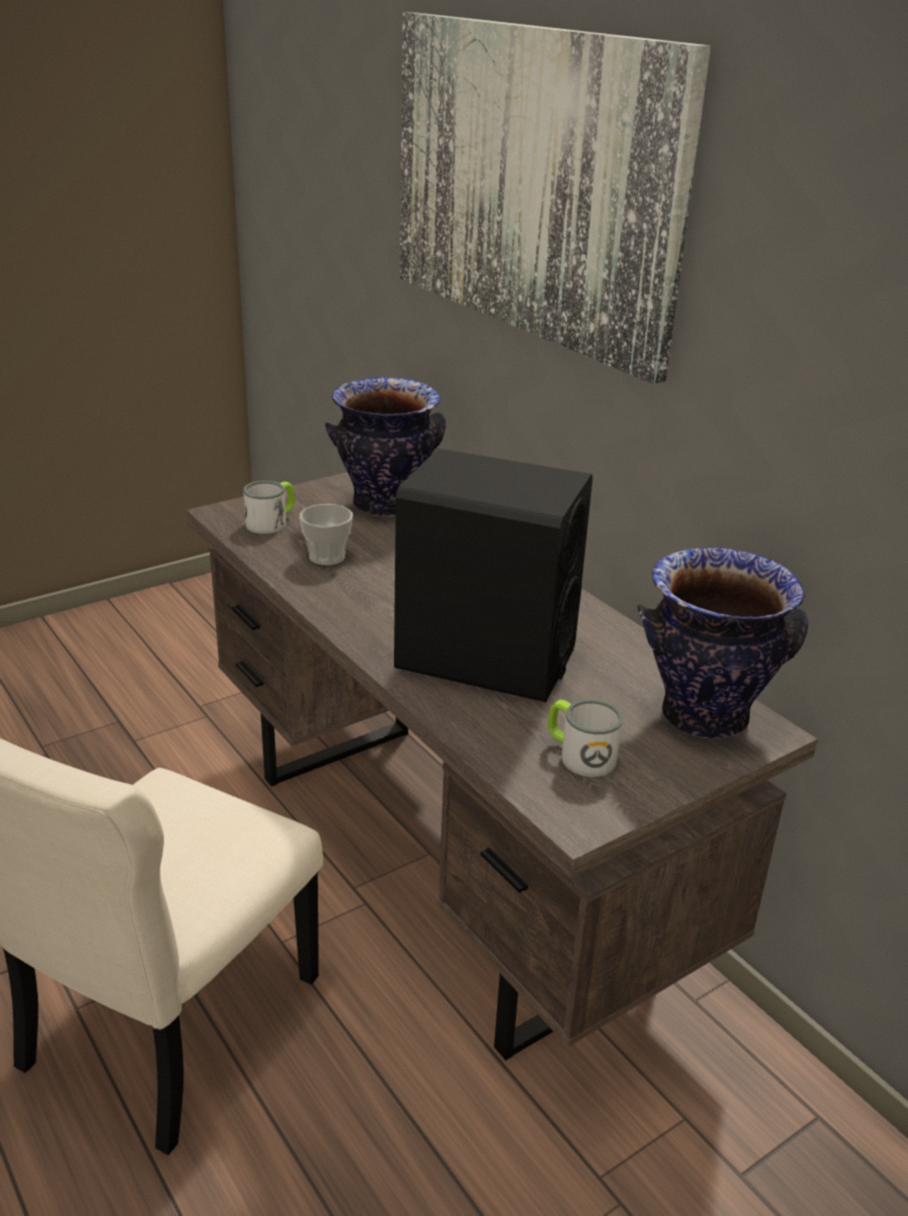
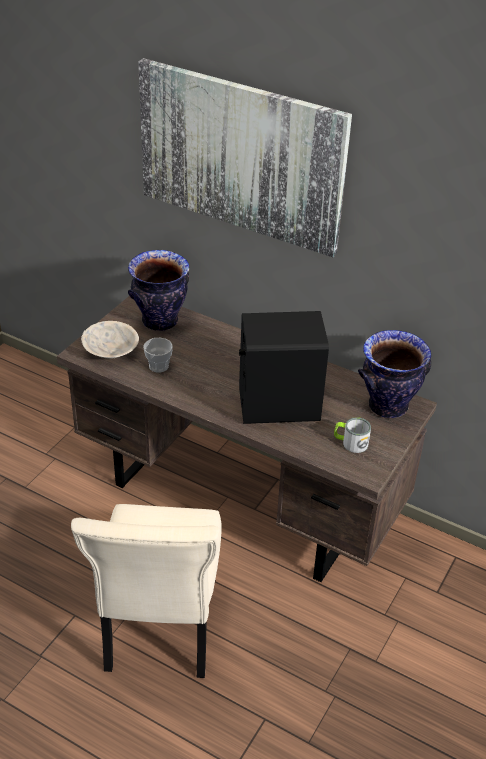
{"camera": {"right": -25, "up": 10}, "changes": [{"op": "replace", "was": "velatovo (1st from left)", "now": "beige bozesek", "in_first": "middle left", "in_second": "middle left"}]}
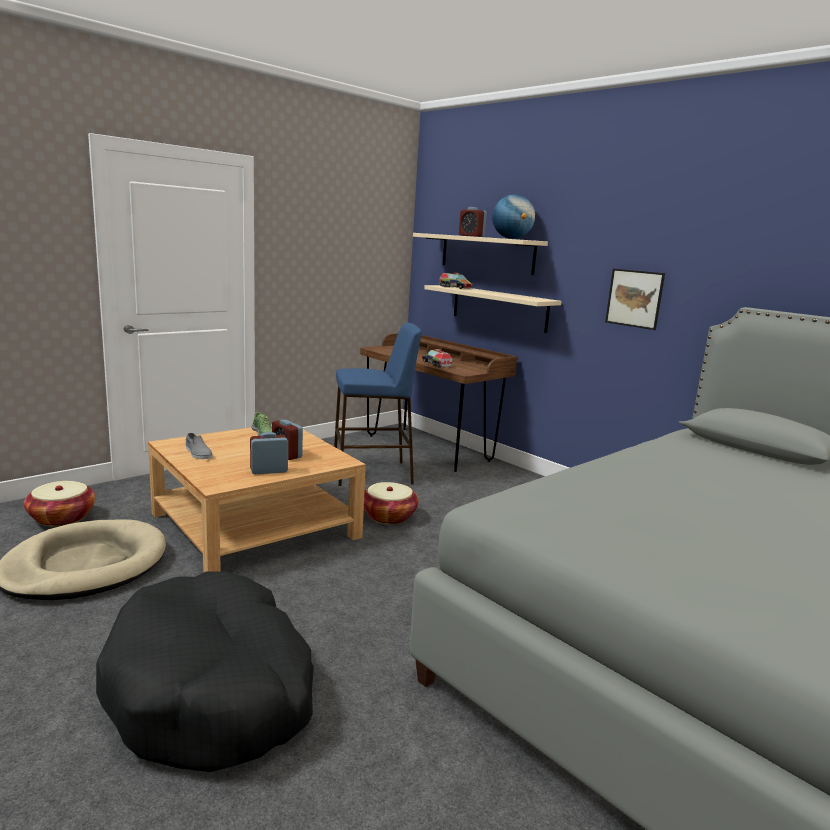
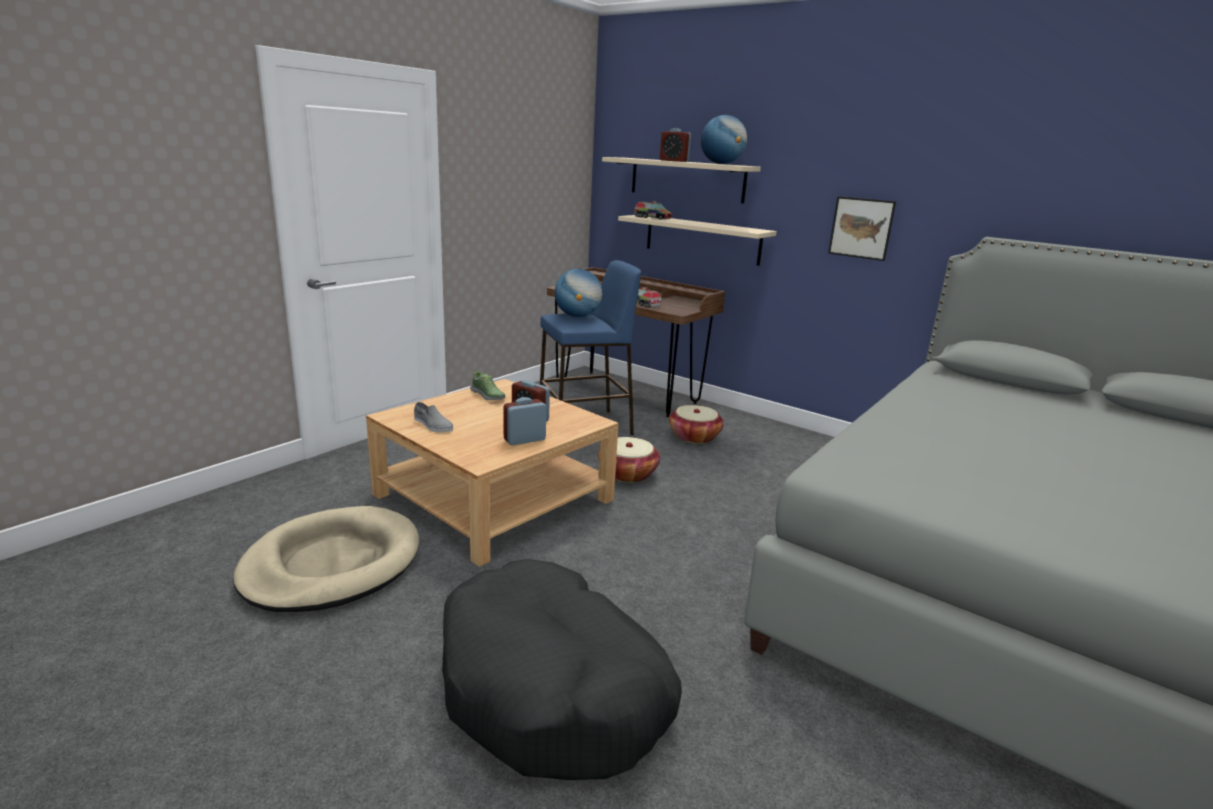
{"camera": {"right": -10, "up": 5}, "changes": [{"op": "move", "was": "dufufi (1st from left in the first image)", "now": "dufufi (2nd from left)", "in_first": "middle left", "in_second": "centre"}, {"op": "insert", "now": "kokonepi (1st from left)", "in_second": "centre"}]}
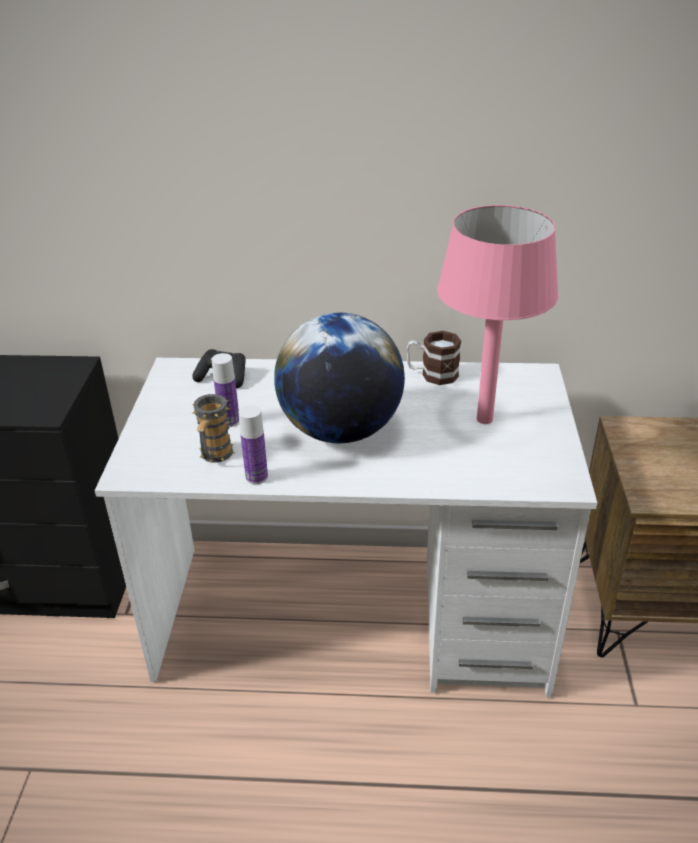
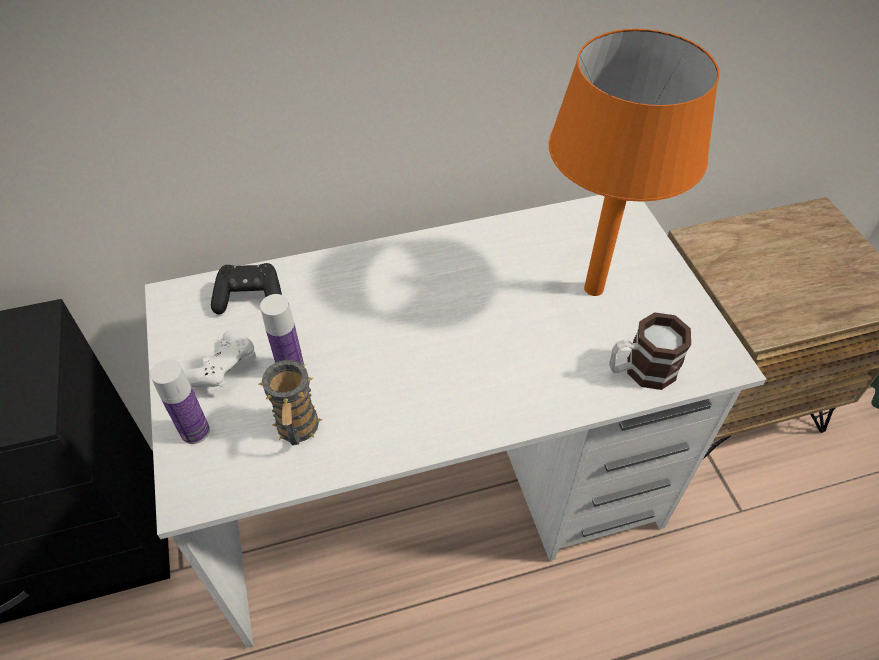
{"camera": {"right": -20, "up": 15}, "changes": [{"op": "recolor", "was": "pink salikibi", "now": "orange salikibi", "in_first": "middle right", "in_second": "top right"}, {"op": "delete", "was": "kokonepi", "in_first": "centre"}, {"op": "move", "was": "velatovo (2nd from left)", "in_first": "centre", "in_second": "middle right"}, {"op": "move", "was": "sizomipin (2nd from left in the first image)", "now": "sizomipin (1st from left)", "in_first": "centre", "in_second": "middle left"}, {"op": "insert", "now": "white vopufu", "in_second": "middle left"}]}
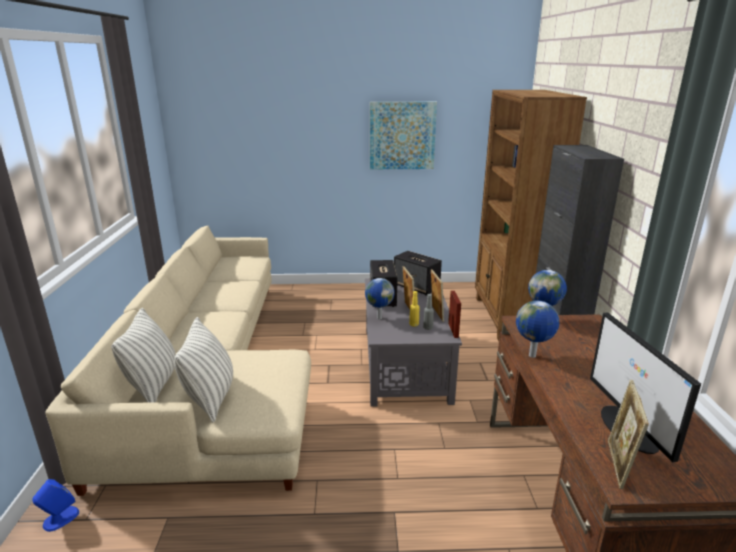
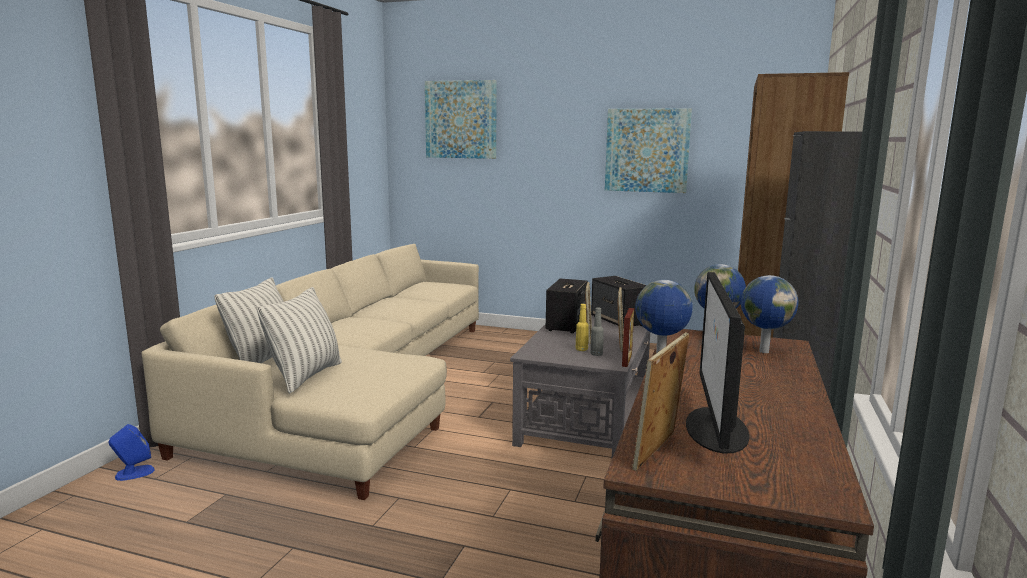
{"camera": {"right": 20, "up": -10}, "changes": [{"op": "move", "was": "kokonepi (1st from left in the first image)", "now": "kokonepi (3rd from left)", "in_first": "centre", "in_second": "middle right"}, {"op": "insert", "now": "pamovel (1st from left)", "in_second": "top centre"}]}
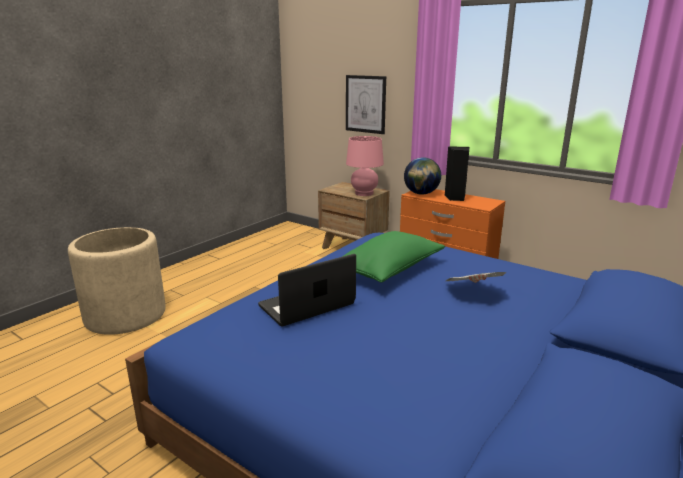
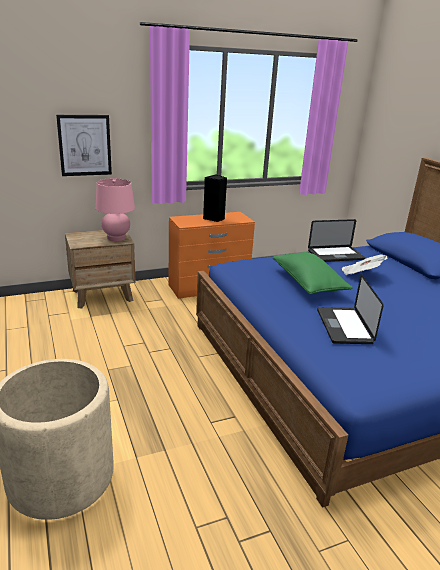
{"camera": {"right": -60, "up": 5}, "changes": [{"op": "delete", "was": "kokonepi", "in_first": "centre"}, {"op": "insert", "now": "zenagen (1st from left)", "in_second": "middle right"}]}
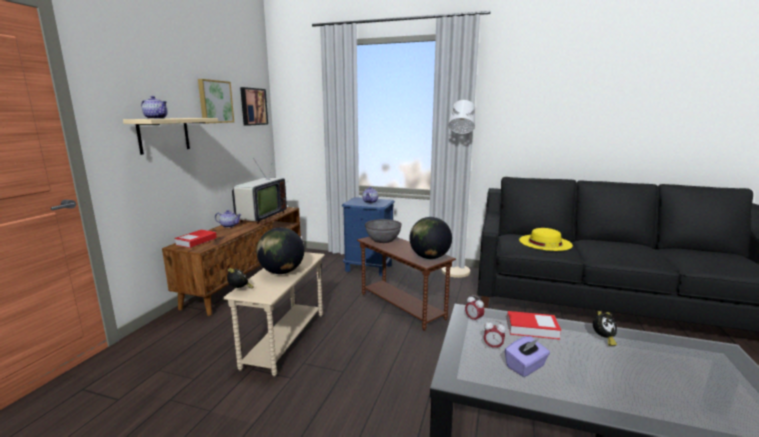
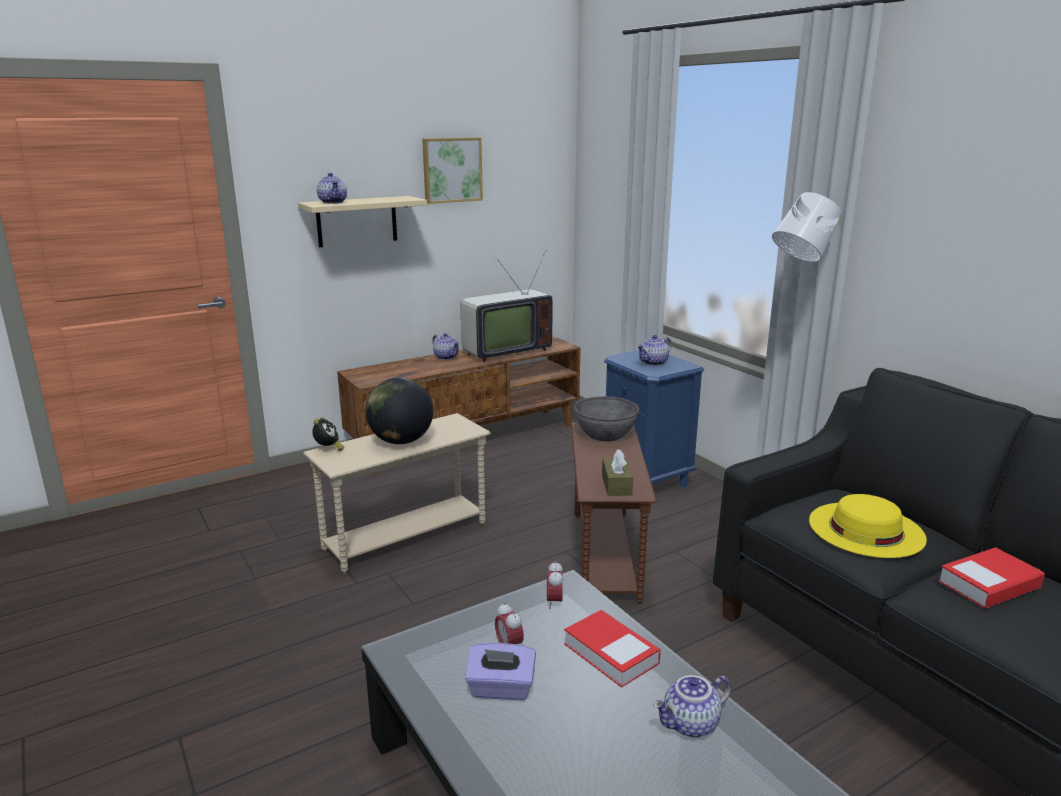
{"camera": {"right": 40, "up": 5}, "changes": [{"op": "delete", "was": "pamovel (2nd from left)", "in_first": "top centre"}, {"op": "replace", "was": "kokonepi (2nd from left)", "now": "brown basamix", "in_first": "centre", "in_second": "centre"}, {"op": "move", "was": "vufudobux (1st from left in the first image)", "now": "vufudobux (2nd from left)", "in_first": "middle left", "in_second": "bottom right"}, {"op": "replace", "was": "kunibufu (4th from left)", "now": "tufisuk (4th from left)", "in_first": "bottom right", "in_second": "bottom centre"}]}
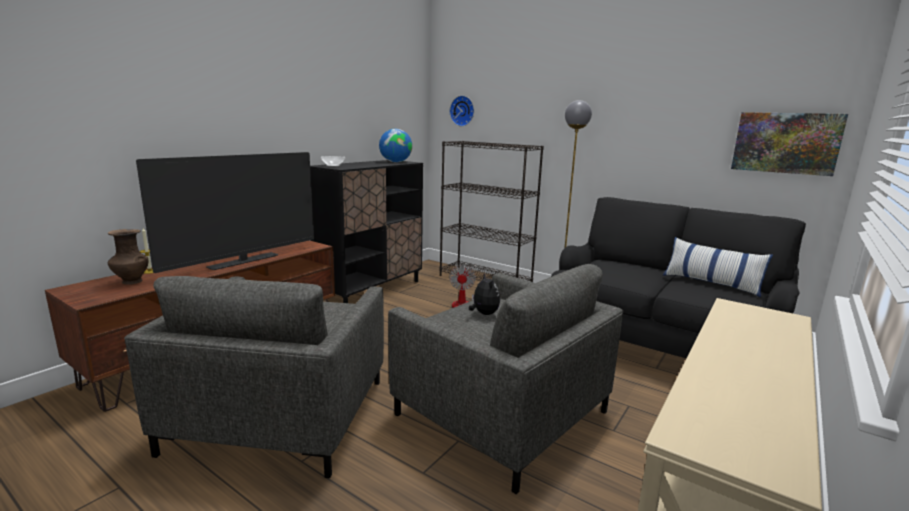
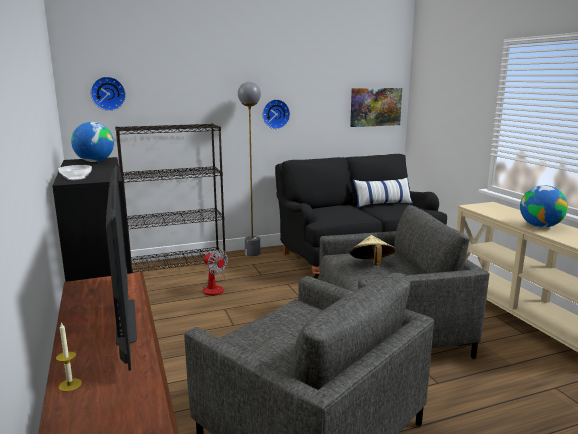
{"camera": {"right": -55, "up": 0}, "changes": [{"op": "delete", "was": "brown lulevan", "in_first": "middle left"}, {"op": "replace", "was": "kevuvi", "now": "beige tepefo", "in_first": "centre", "in_second": "centre"}, {"op": "insert", "now": "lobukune (2nd from left)", "in_second": "top centre"}, {"op": "insert", "now": "kokonepi (2nd from left)", "in_second": "middle right"}]}
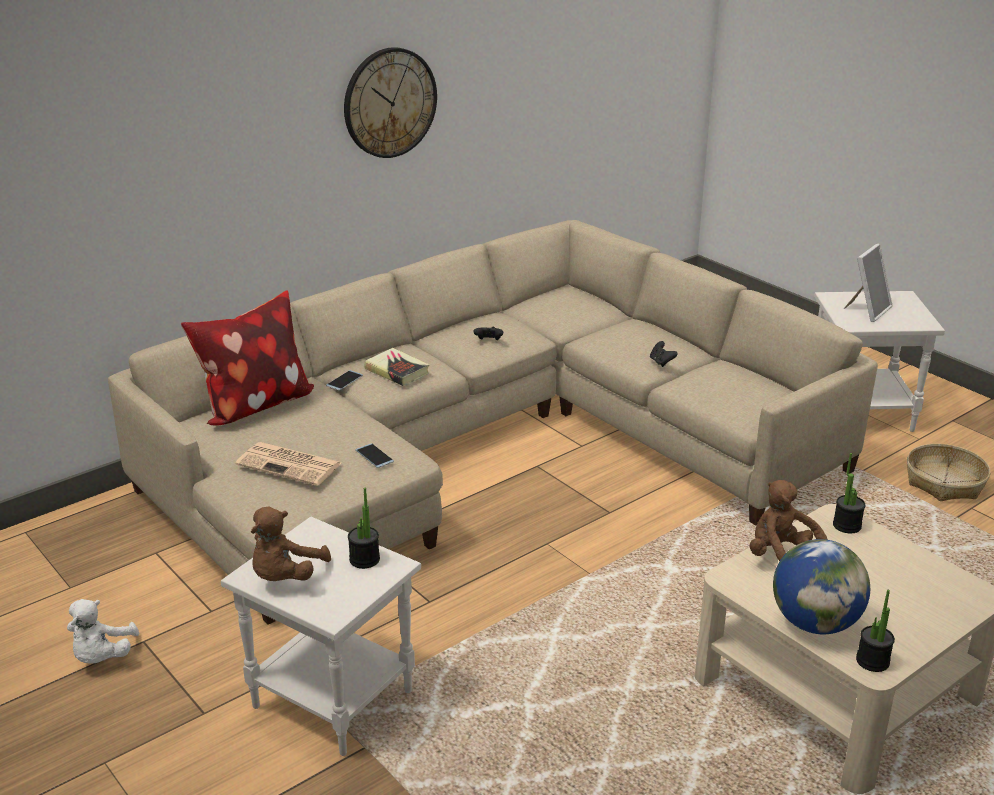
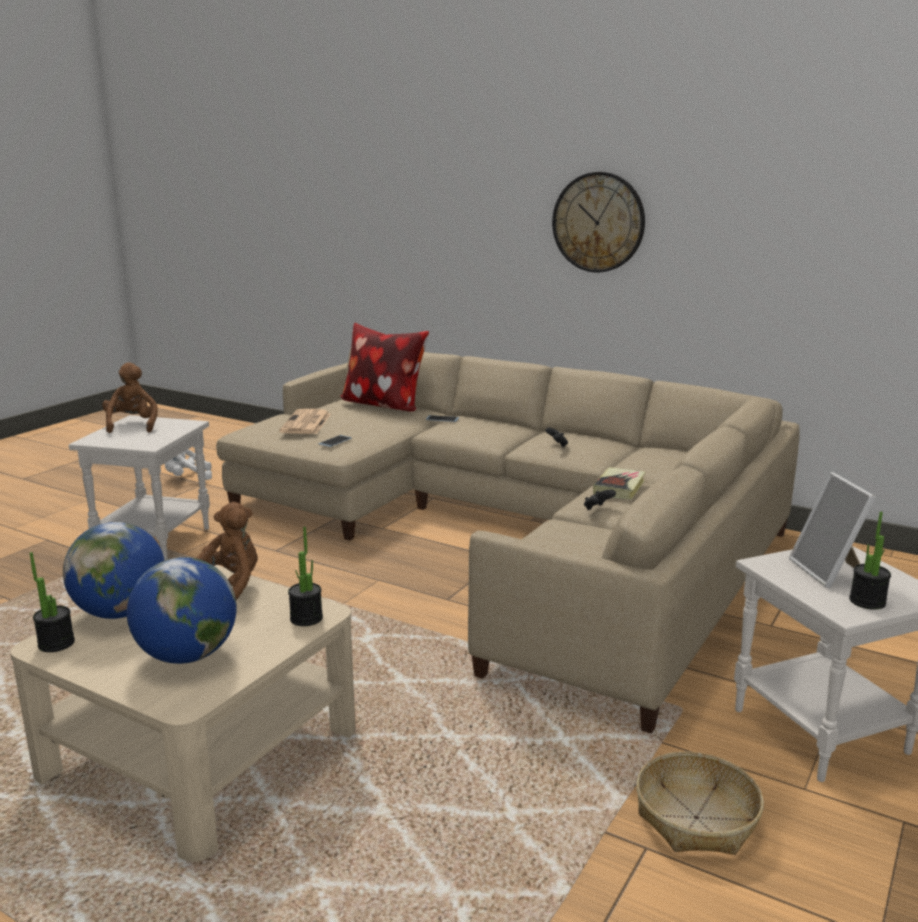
{"camera": {"right": 70, "up": -10}, "changes": [{"op": "rotate", "was": "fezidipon", "in_first": "middle right", "in_second": "middle right", "clockwise": 60}, {"op": "move", "was": "vufudobux", "in_first": "centre", "in_second": "middle right"}, {"op": "move", "was": "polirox (1st from left in the first image)", "now": "polirox (3rd from left)", "in_first": "centre", "in_second": "middle right"}, {"op": "rotate", "was": "brown kevuvi (1st from left)", "in_first": "bottom left", "in_second": "middle left", "clockwise": 75}, {"op": "insert", "now": "kokonepi (2nd from left)", "in_second": "middle left"}]}
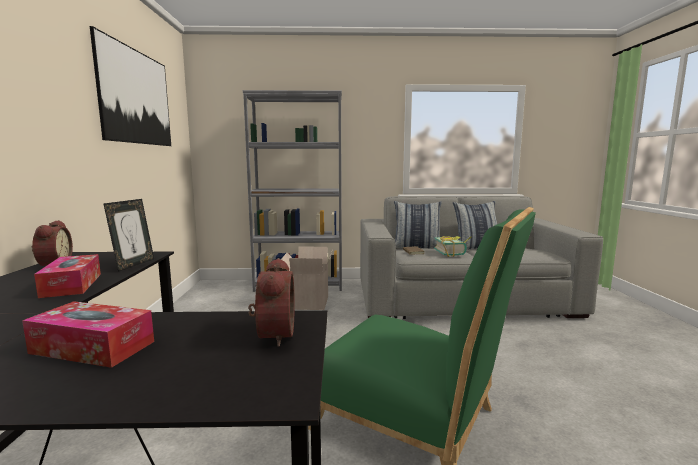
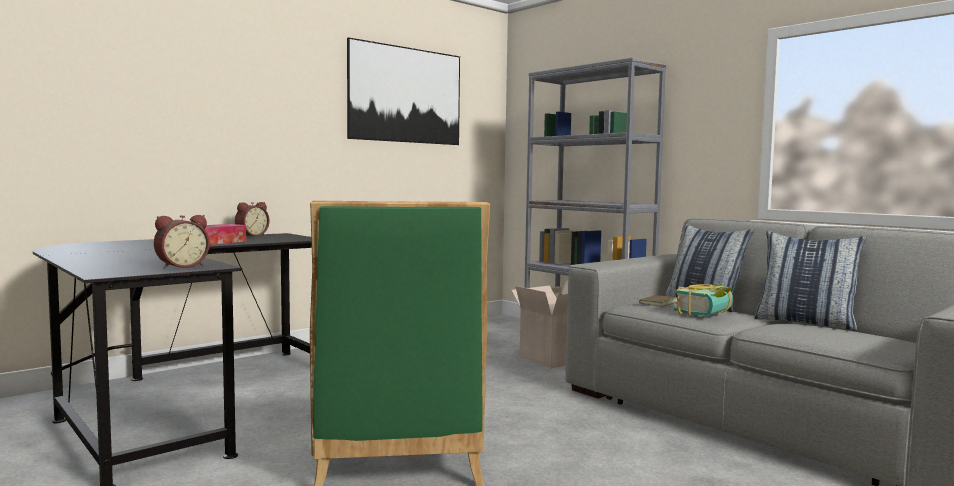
{"camera": {"right": 50, "up": -5}, "changes": [{"op": "delete", "was": "fezidipon", "in_first": "middle left"}, {"op": "delete", "was": "basamix (2nd from left)", "in_first": "bottom left"}]}
